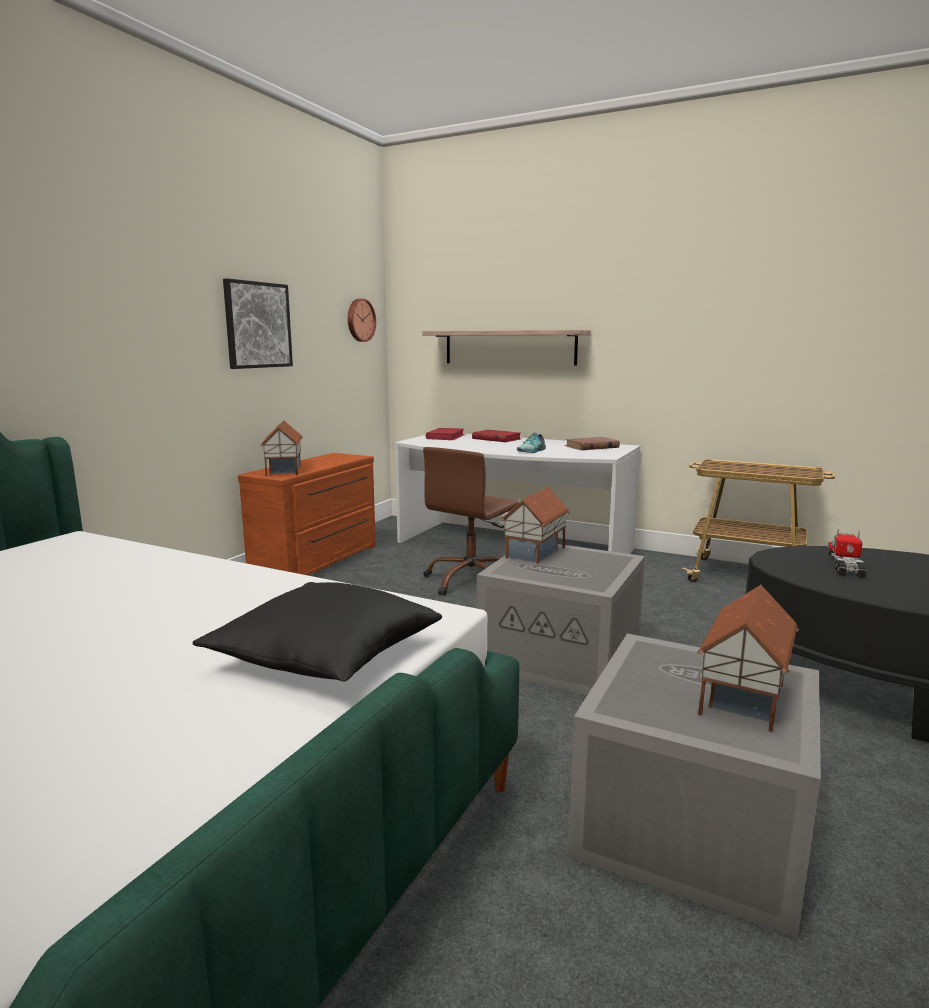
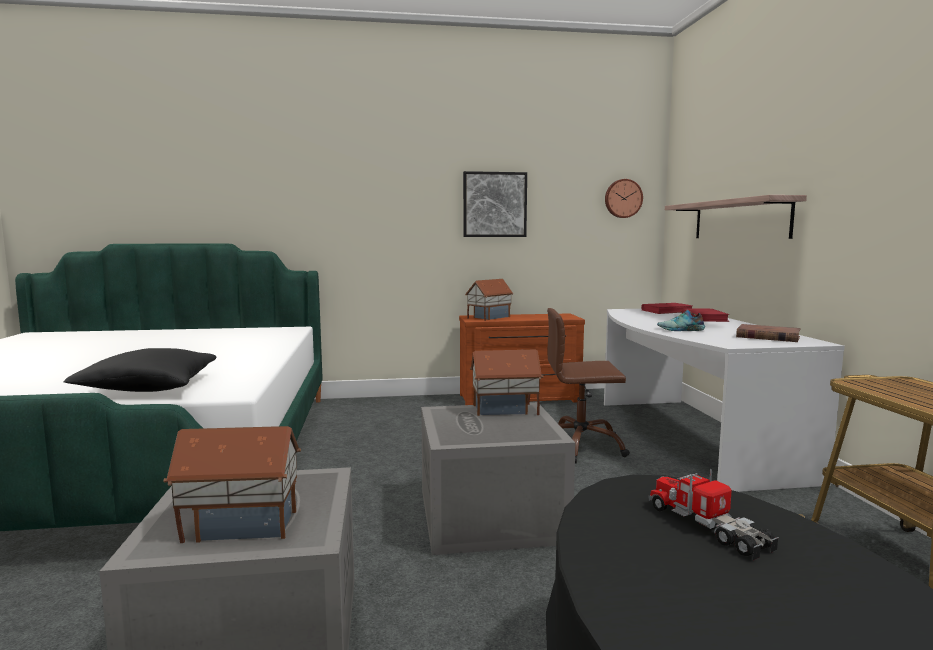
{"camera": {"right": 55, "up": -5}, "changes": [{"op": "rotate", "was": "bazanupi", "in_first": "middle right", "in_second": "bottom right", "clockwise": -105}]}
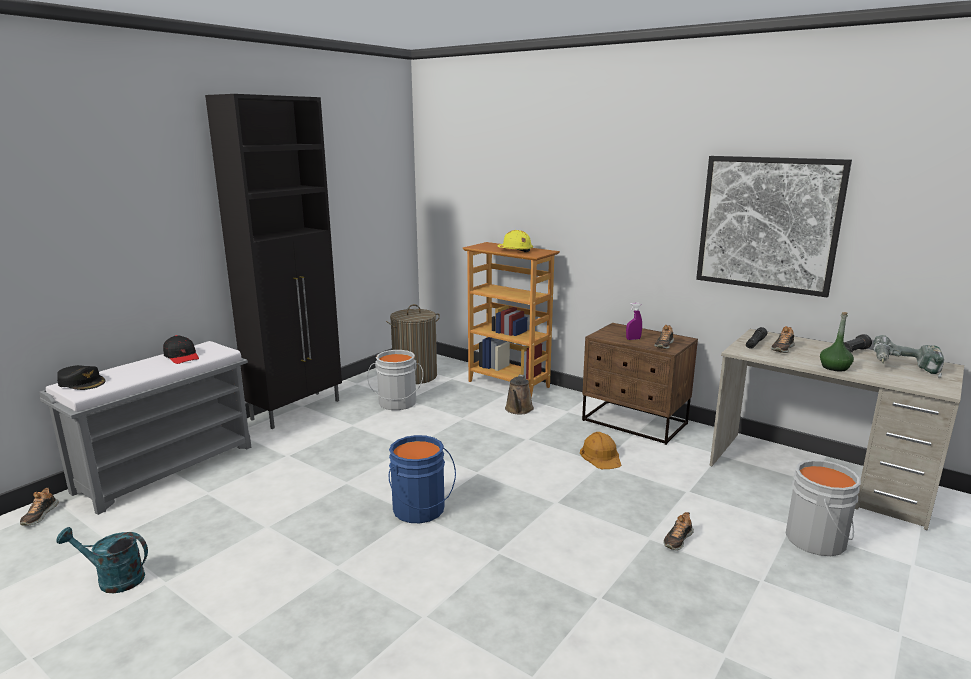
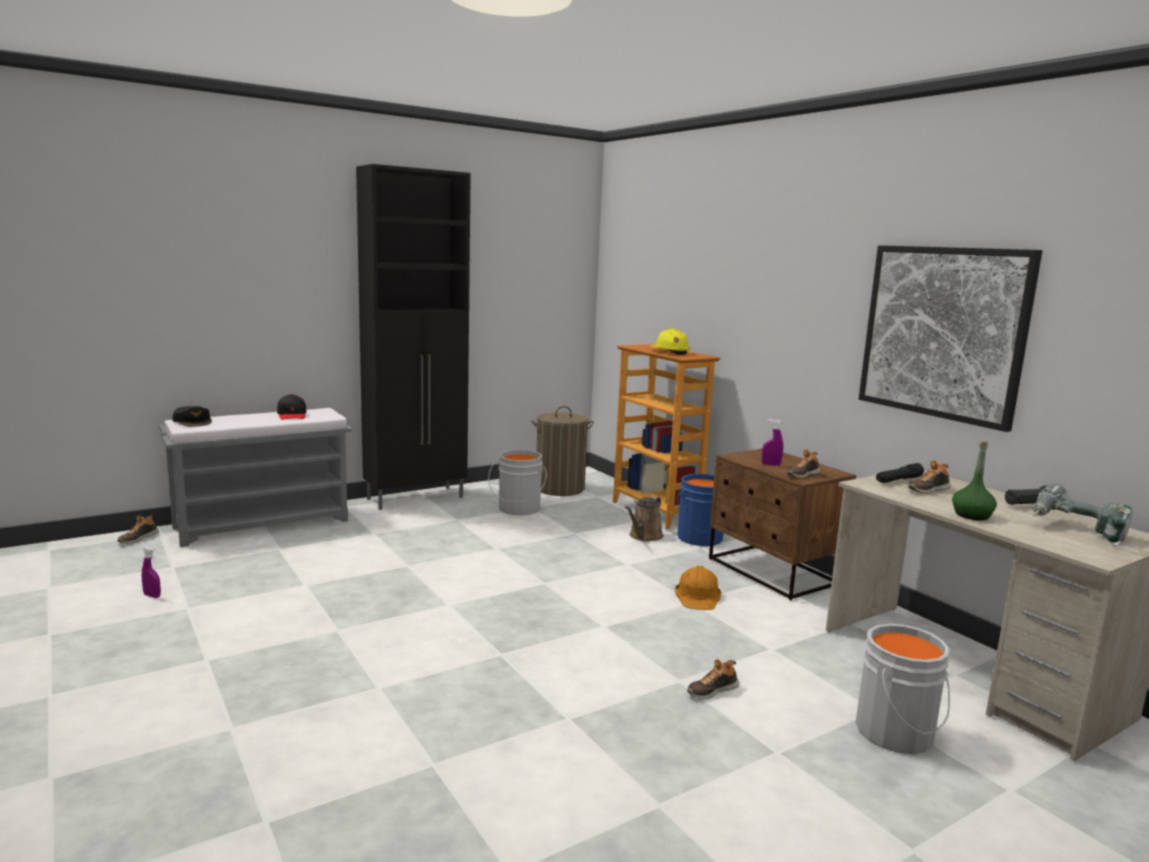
{"camera": {"right": 20, "up": -5}, "changes": [{"op": "move", "was": "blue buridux", "in_first": "bottom centre", "in_second": "centre"}, {"op": "replace", "was": "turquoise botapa", "now": "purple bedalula (1st from left)", "in_first": "bottom left", "in_second": "middle left"}]}
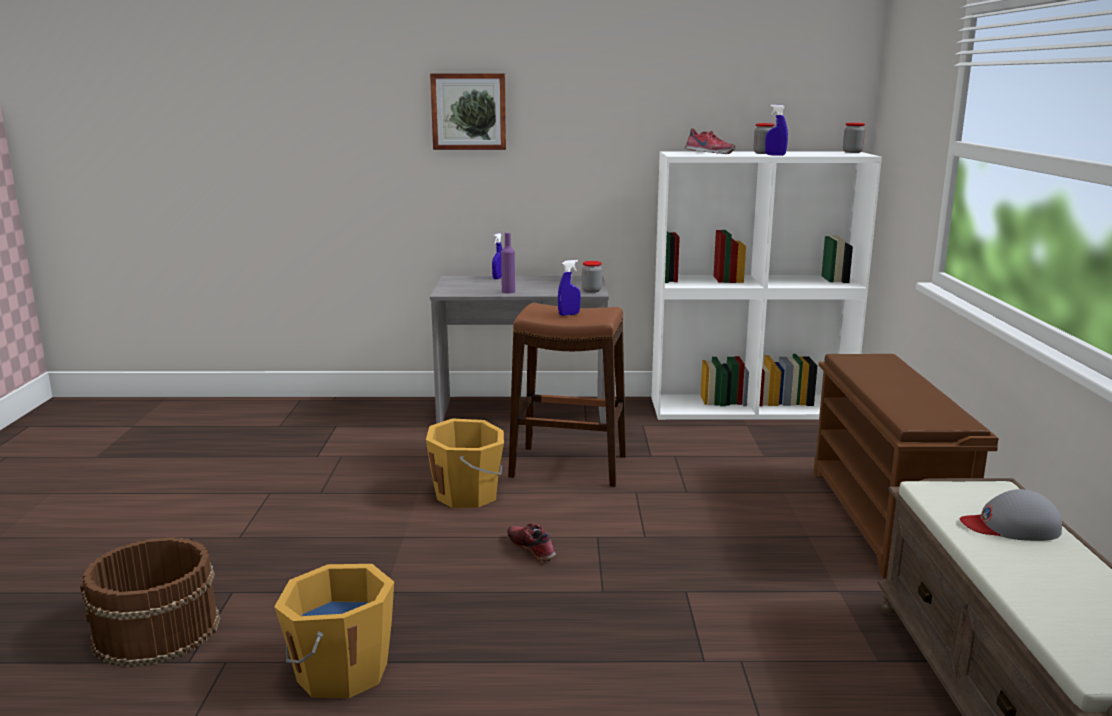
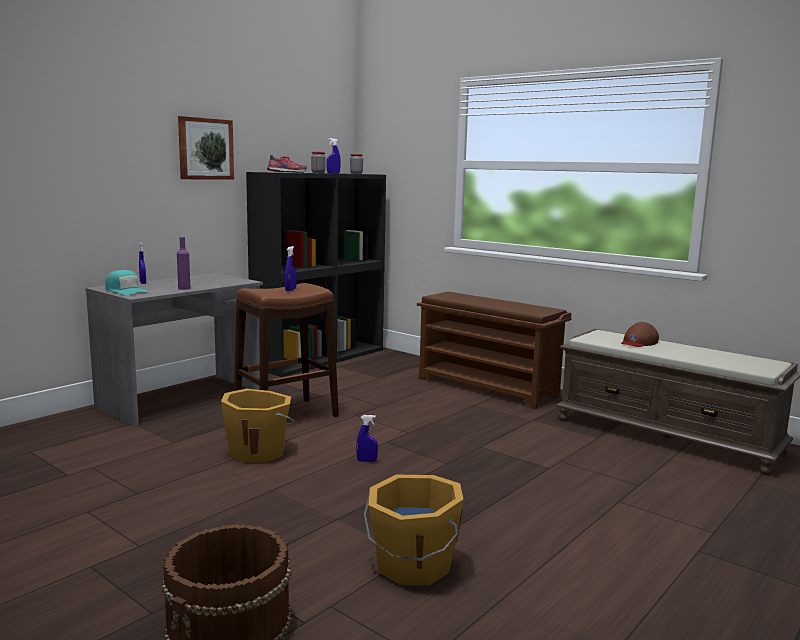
{"camera": {"right": -50, "up": -5}, "changes": [{"op": "move", "was": "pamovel", "in_first": "top centre", "in_second": "top left"}, {"op": "recolor", "was": "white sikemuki", "now": "black sikemuki", "in_first": "middle right", "in_second": "centre"}, {"op": "delete", "was": "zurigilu (1st from left)", "in_first": "centre"}, {"op": "recolor", "was": "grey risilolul", "now": "brown risilolul", "in_first": "bottom right", "in_second": "middle right"}, {"op": "replace", "was": "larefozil (1st from left)", "now": "blue bedalula (4th from left)", "in_first": "bottom centre", "in_second": "bottom centre"}, {"op": "insert", "now": "turquoise risilolul", "in_second": "middle left"}]}
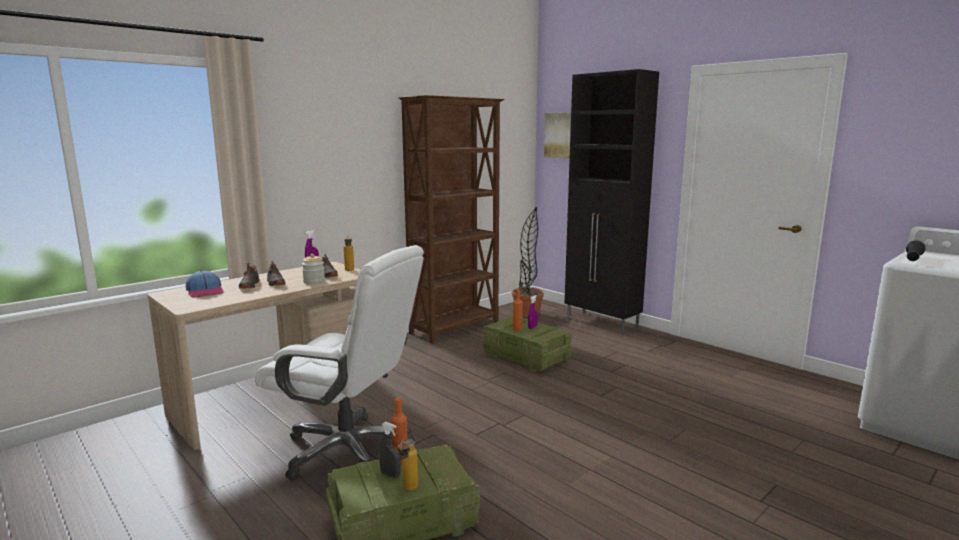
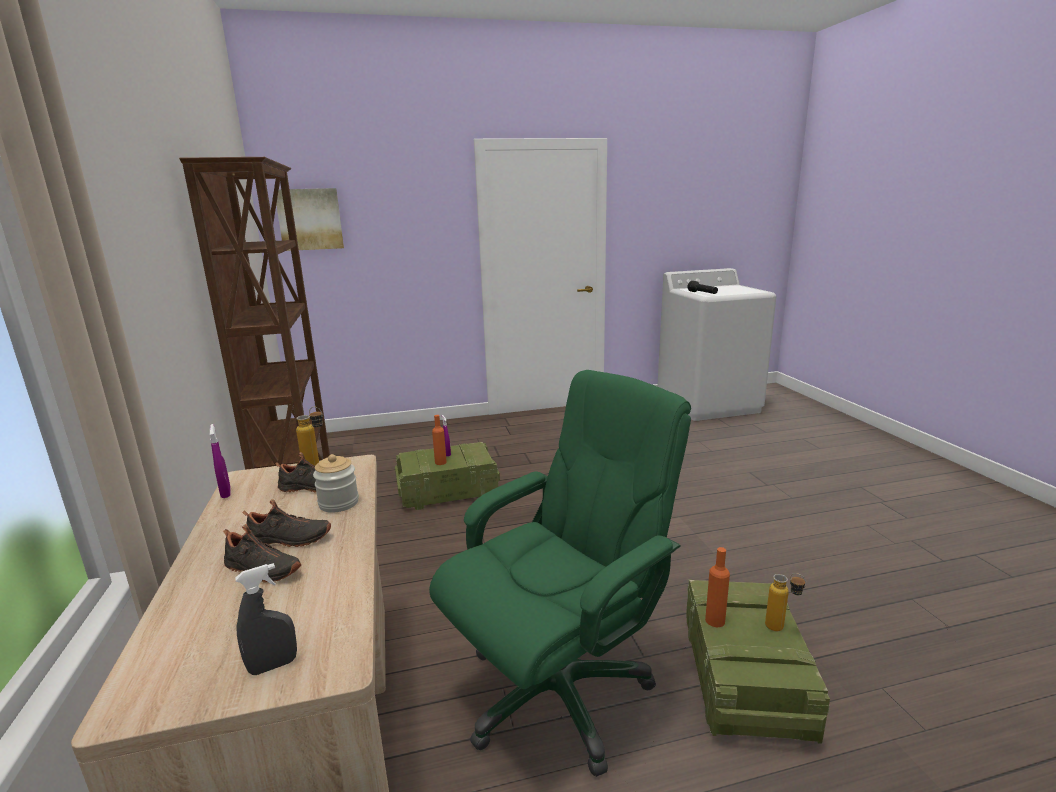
{"camera": {"right": -60, "up": 5}, "changes": [{"op": "delete", "was": "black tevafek", "in_first": "centre"}, {"op": "delete", "was": "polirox", "in_first": "centre"}, {"op": "recolor", "was": "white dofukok", "now": "green dofukok", "in_first": "bottom centre", "in_second": "bottom centre"}, {"op": "delete", "was": "risilolul", "in_first": "middle left"}, {"op": "move", "was": "grey bedalula", "in_first": "bottom centre", "in_second": "bottom left"}]}
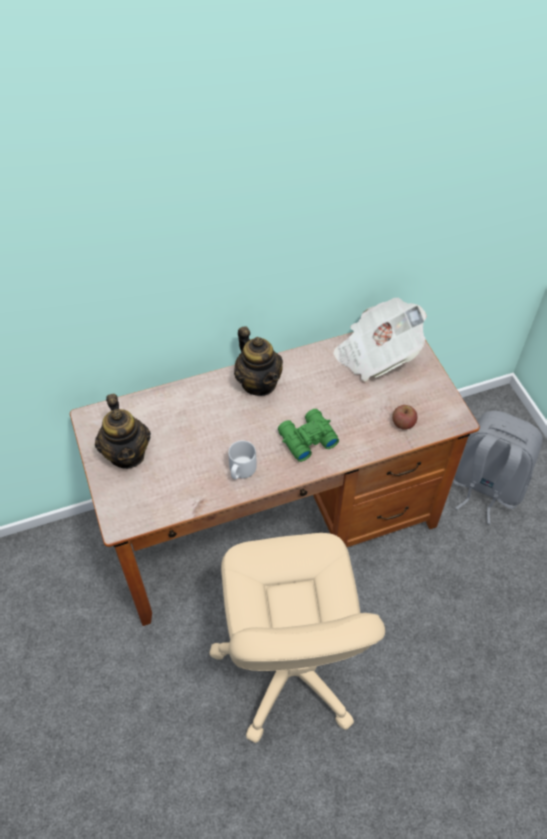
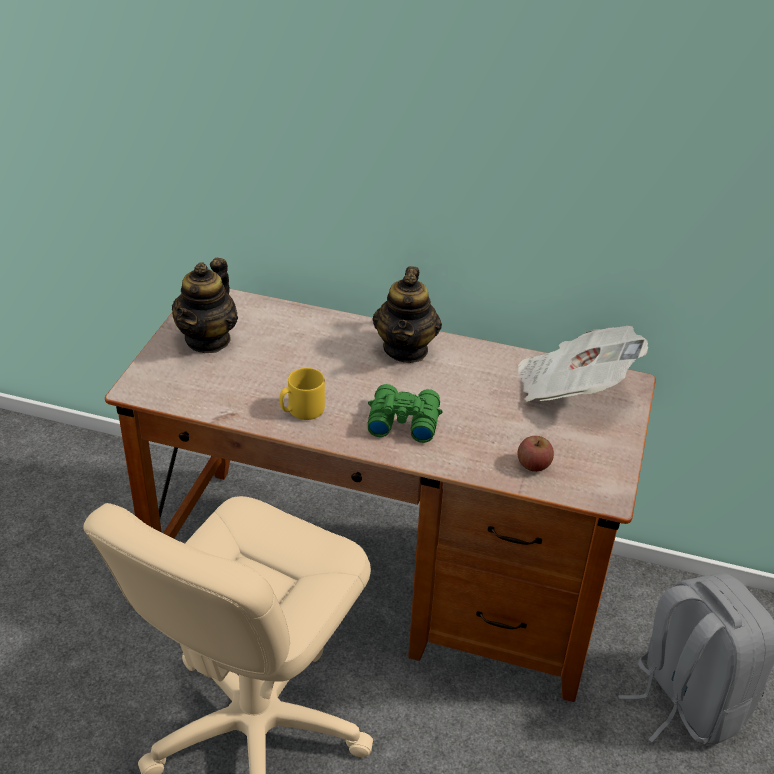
{"camera": {"right": 35, "up": -15}, "changes": [{"op": "recolor", "was": "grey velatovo", "now": "yellow velatovo", "in_first": "centre", "in_second": "centre"}]}
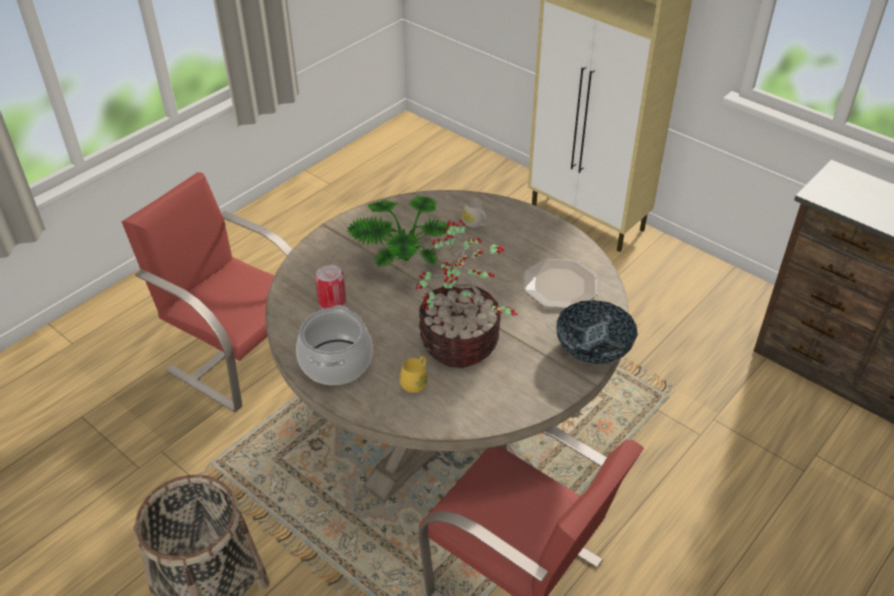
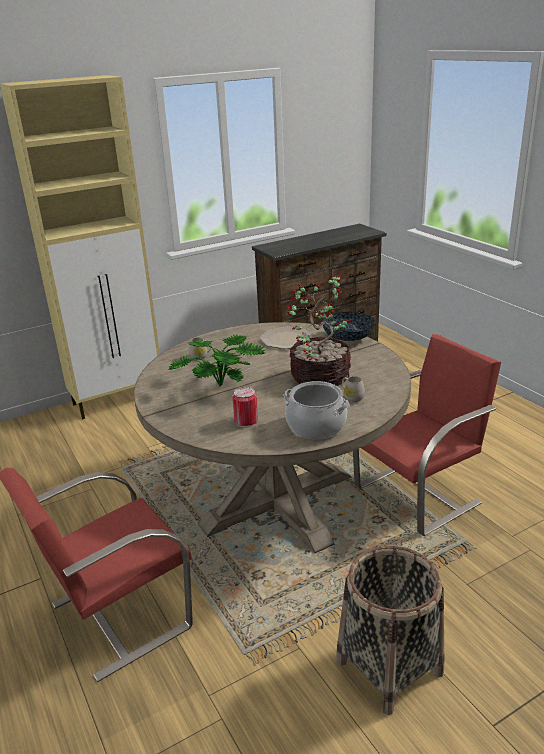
{"camera": {"right": -70, "up": -15}, "changes": [{"op": "recolor", "was": "yellow velatovo", "now": "white velatovo (2nd from left)", "in_first": "centre", "in_second": "centre"}]}
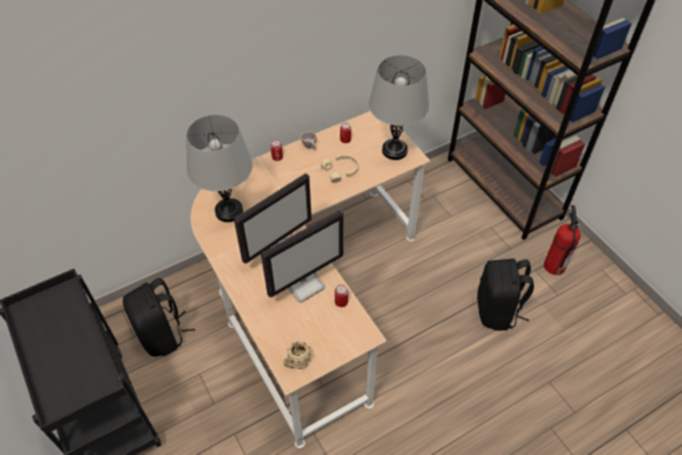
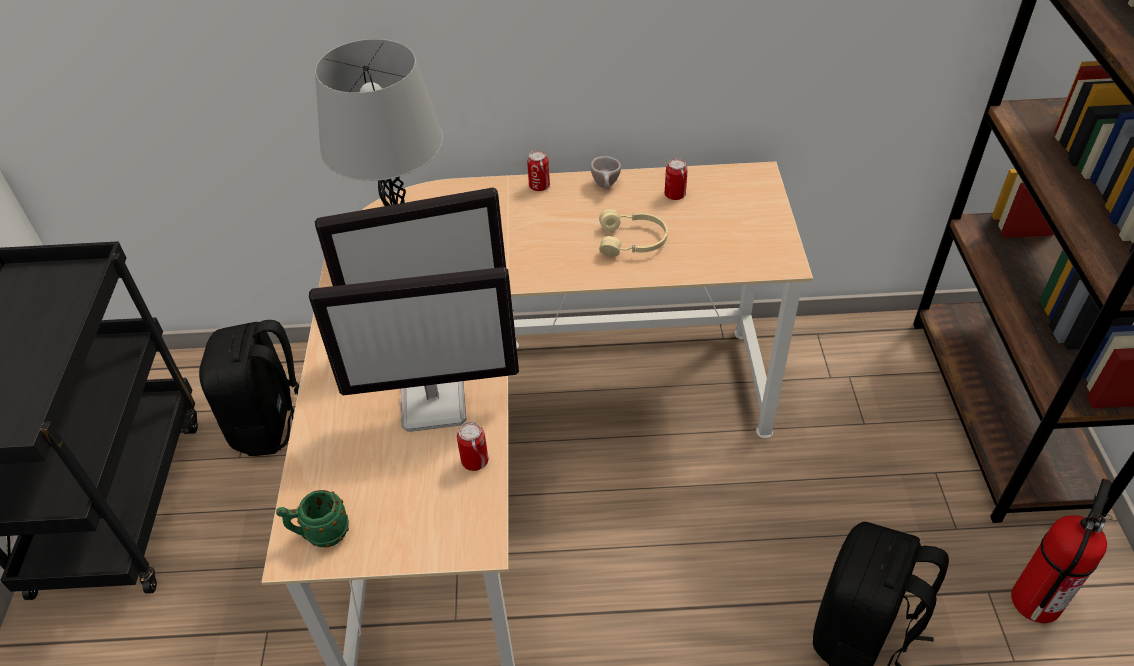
{"camera": {"right": 30, "up": -5}, "changes": [{"op": "delete", "was": "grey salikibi (2nd from left)", "in_first": "top centre"}, {"op": "recolor", "was": "beige velatovo", "now": "green velatovo", "in_first": "bottom centre", "in_second": "bottom left"}]}
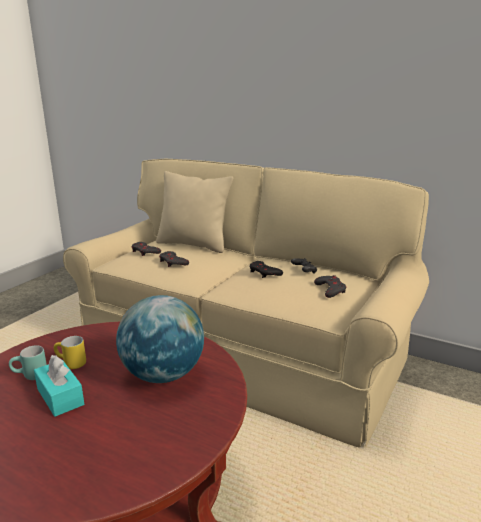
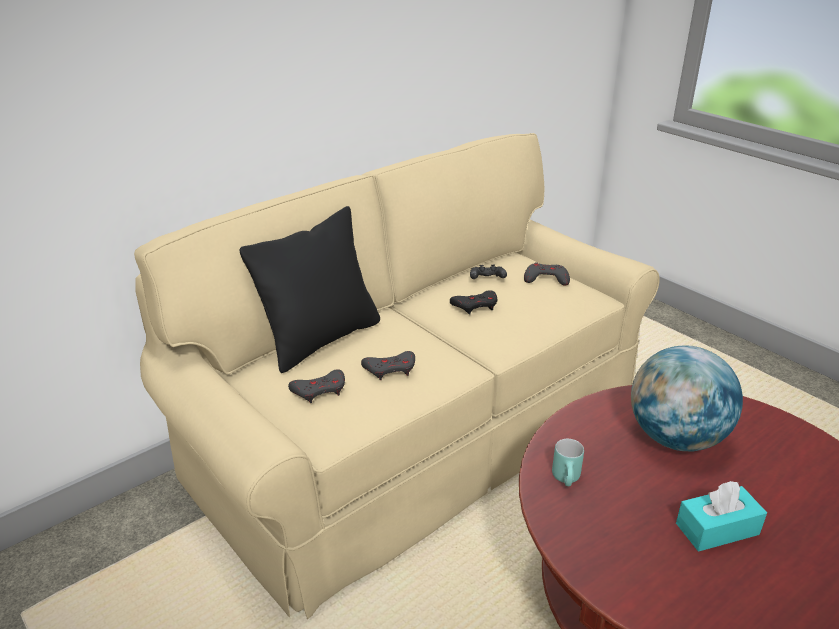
{"camera": {"right": -70, "up": 10}, "changes": [{"op": "recolor", "was": "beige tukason", "now": "black tukason", "in_first": "centre", "in_second": "centre"}, {"op": "delete", "was": "yellow velatovo", "in_first": "bottom left"}, {"op": "move", "was": "turquoise velatovo", "in_first": "bottom left", "in_second": "bottom right"}]}
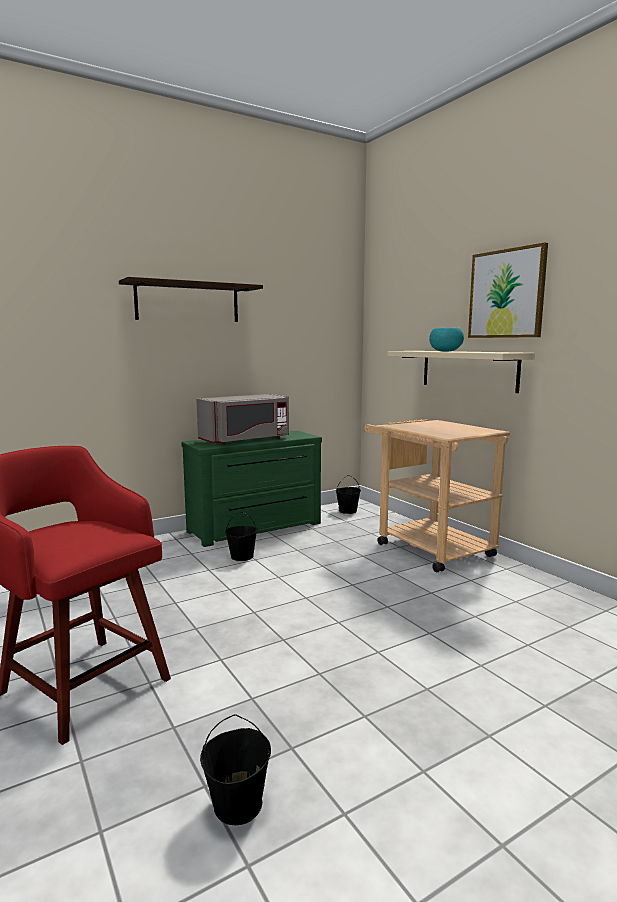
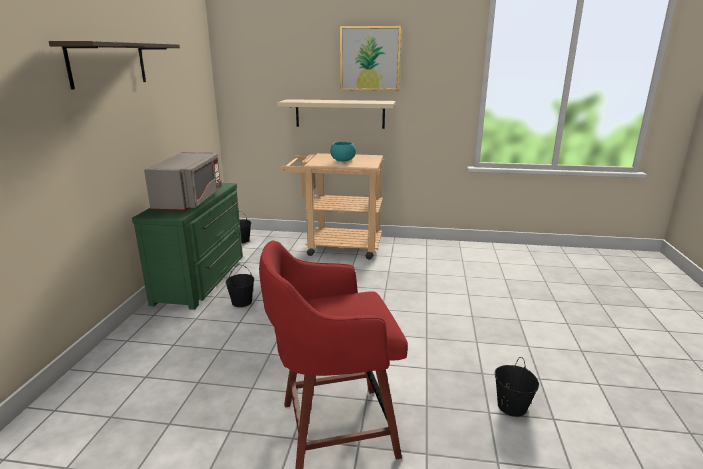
{"camera": {"right": -50, "up": 10}, "changes": [{"op": "move", "was": "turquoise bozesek", "in_first": "middle right", "in_second": "top centre"}]}
